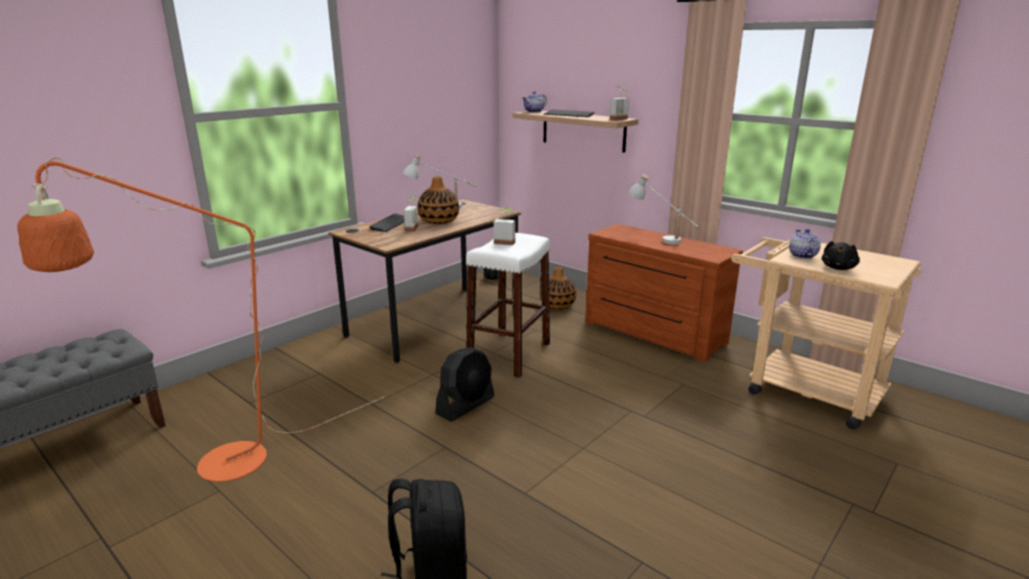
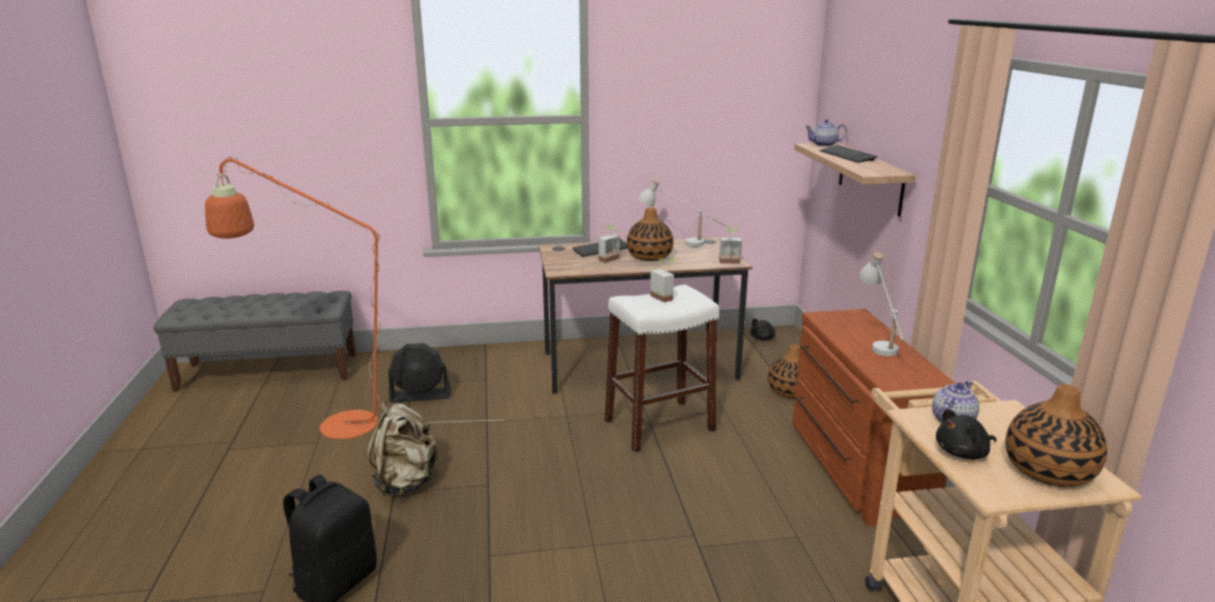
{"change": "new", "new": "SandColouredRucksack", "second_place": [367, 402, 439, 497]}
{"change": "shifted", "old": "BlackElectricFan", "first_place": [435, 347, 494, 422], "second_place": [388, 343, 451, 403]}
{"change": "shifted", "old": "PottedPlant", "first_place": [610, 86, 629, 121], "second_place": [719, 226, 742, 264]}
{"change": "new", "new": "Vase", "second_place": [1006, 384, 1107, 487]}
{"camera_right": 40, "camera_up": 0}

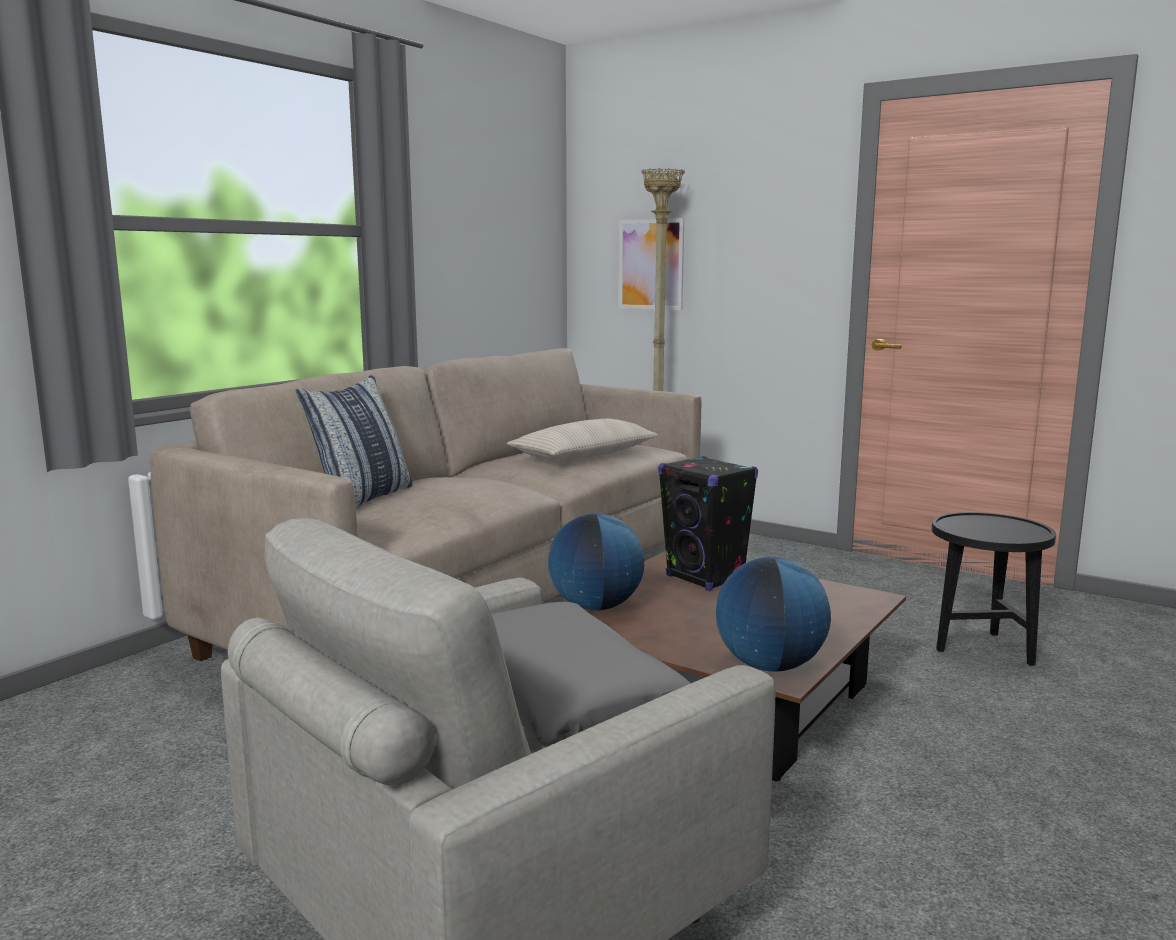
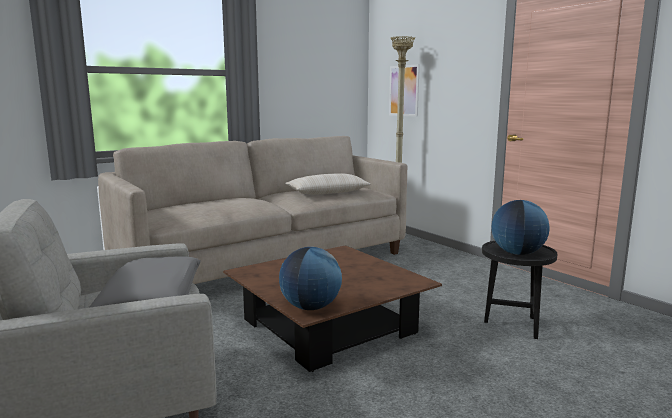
{"change": "shifted", "old": "WorldGlobe", "first_place": [548, 513, 644, 610], "second_place": [491, 200, 549, 255]}
{"change": "gone", "old": "ThrowPillow", "first_place": [296, 375, 413, 508]}
{"change": "gone", "old": "BlackAudioSpeaker", "first_place": [658, 456, 758, 591]}
{"camera_right": 20, "camera_up": 0}

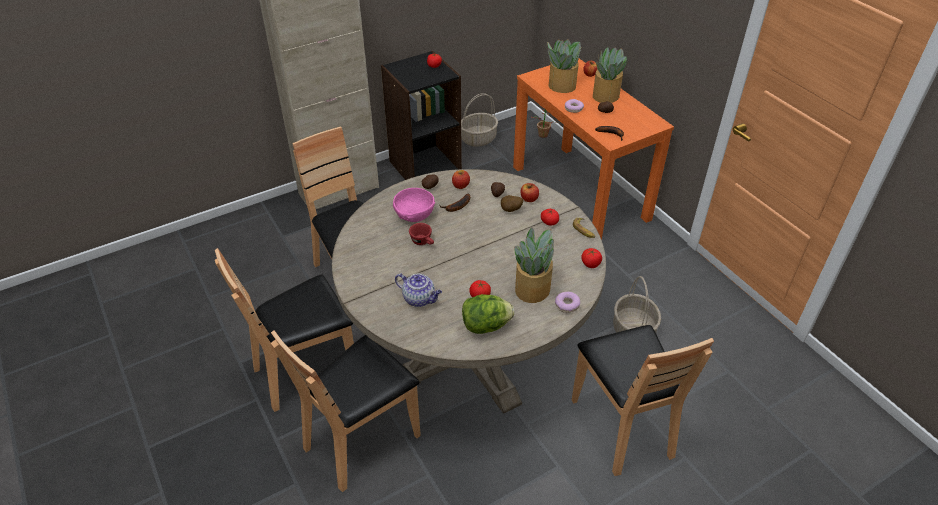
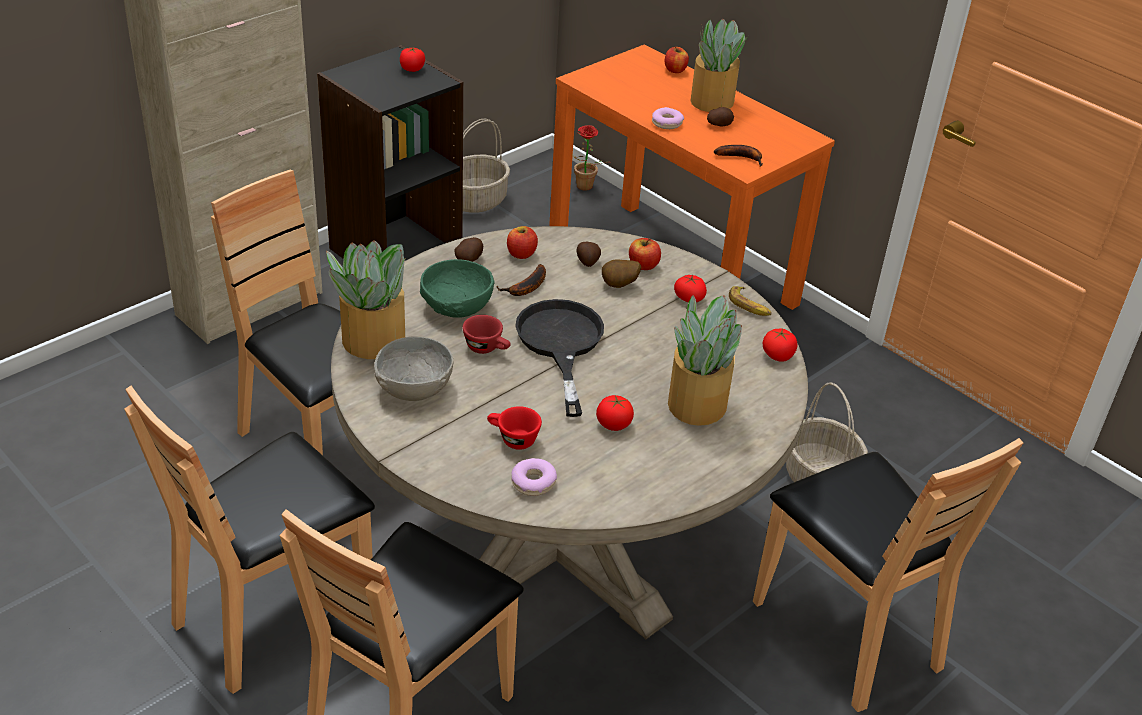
{"change": "shifted", "old": "PottedPlant", "first_place": [547, 39, 581, 93], "second_place": [326, 240, 405, 359]}
{"change": "new", "new": "GreyServingBowl", "second_place": [374, 336, 453, 401]}
{"change": "repainted", "old": "PinkishServingBowl", "new": "GreenColouredServingBowl", "first_place": [393, 188, 435, 222], "second_place": [420, 259, 495, 318]}
{"change": "swapped", "old": "PotForTea", "new": "ReddishDrinkingCup", "first_place": [395, 273, 442, 307], "second_place": [487, 406, 542, 450]}
{"change": "shifted", "old": "Donut", "first_place": [555, 292, 580, 313], "second_place": [511, 458, 557, 496]}
{"change": "new", "new": "BlackSkillet", "second_place": [515, 299, 604, 417]}
{"change": "gone", "old": "LettuceHead", "first_place": [462, 294, 514, 334]}
{"camera_right": -15, "camera_up": -5}

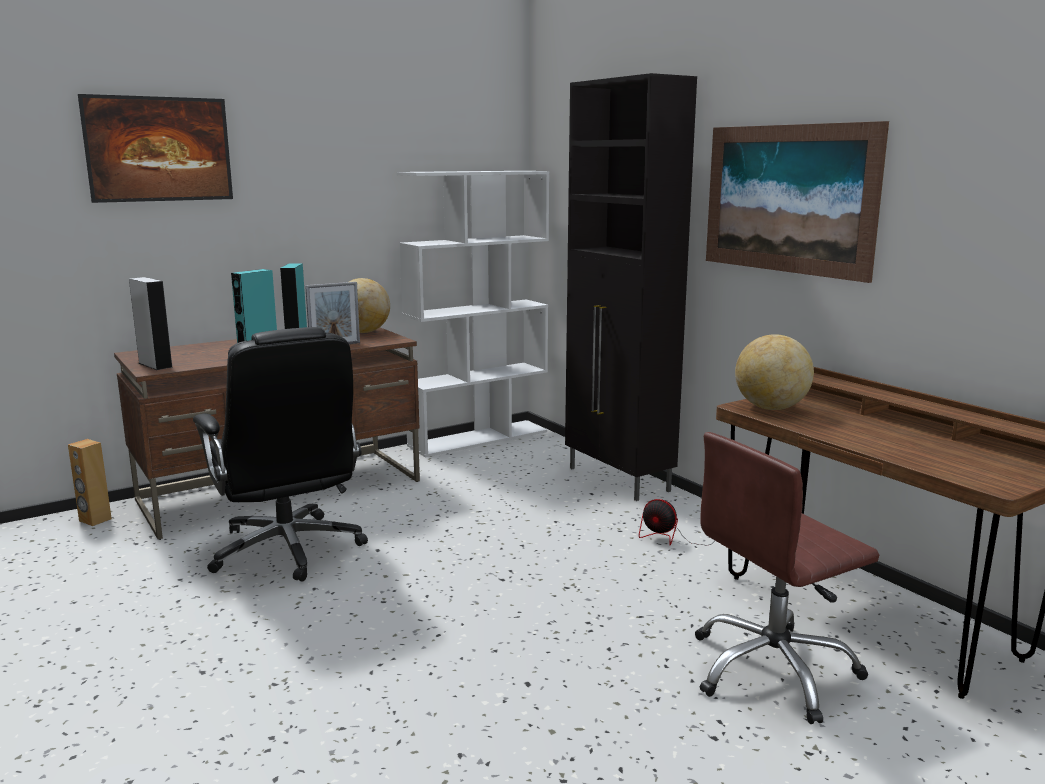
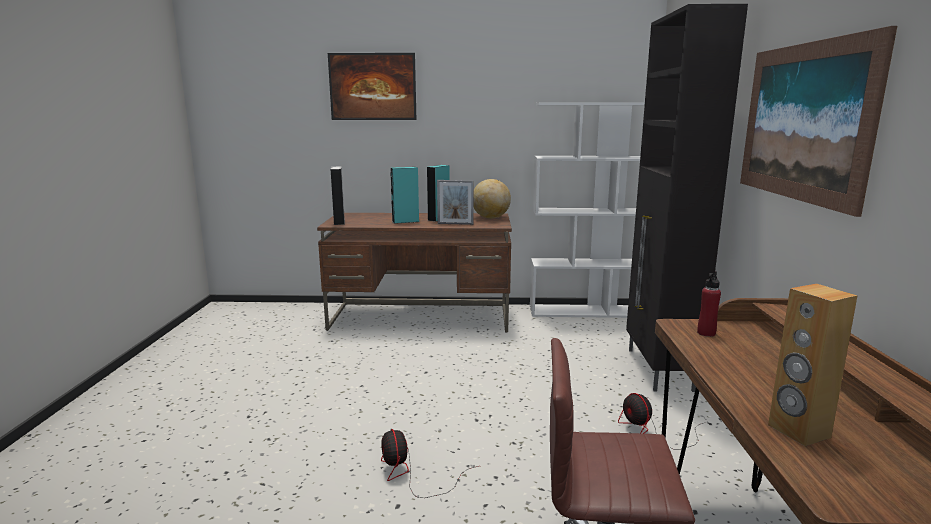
{"change": "new", "new": "ElectricFan", "second_place": [381, 429, 479, 498]}
{"change": "swapped", "old": "WorldGlobe", "new": "ReddishDrinkBottle", "first_place": [735, 334, 814, 410], "second_place": [697, 271, 721, 337]}
{"change": "shifted", "old": "BrownColouredAudioSpeaker", "first_place": [68, 439, 112, 526], "second_place": [768, 284, 858, 446]}
{"change": "gone", "old": "BlackDeskChair", "first_place": [193, 327, 368, 582]}
{"camera_right": 35, "camera_up": 0}

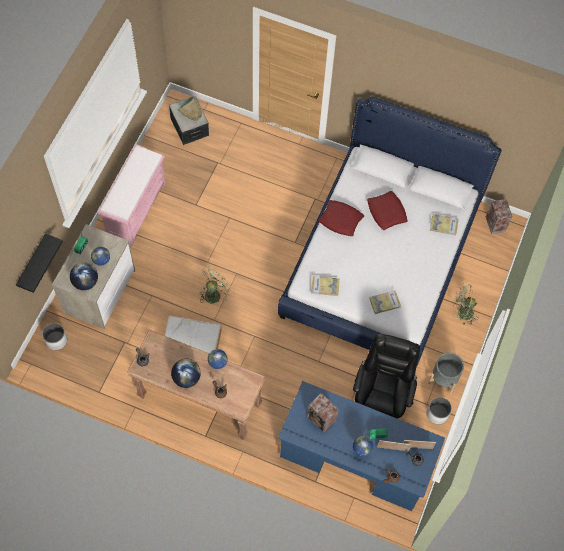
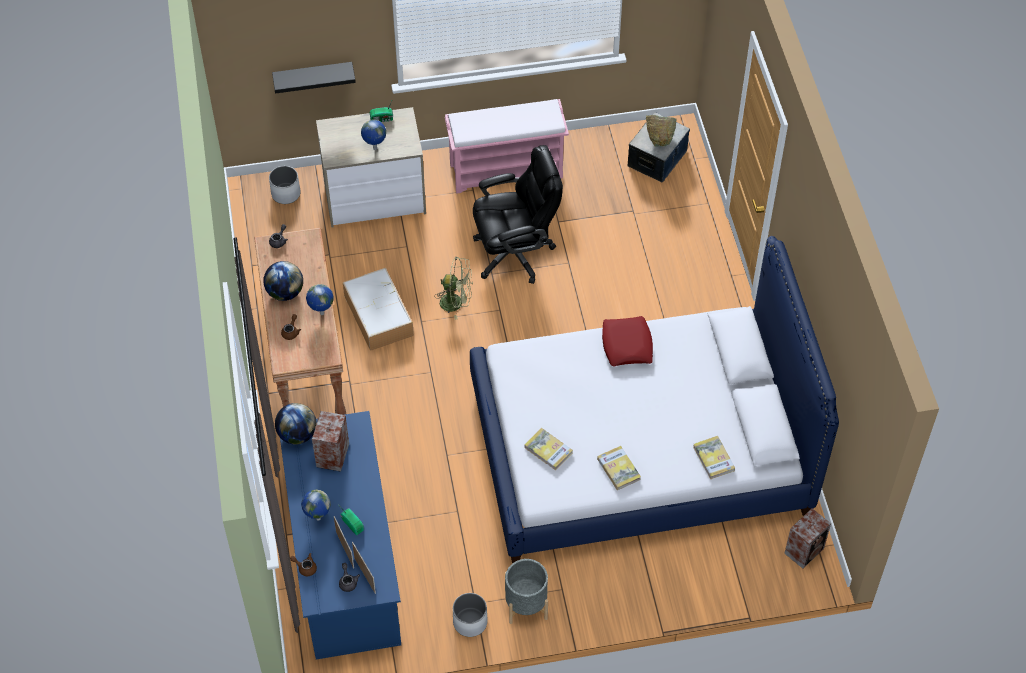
{"change": "shifted", "old": "WorldGlobe", "first_place": [70, 262, 98, 290], "second_place": [275, 403, 317, 445]}
{"change": "shifted", "old": "BlackDeskChair", "first_place": [353, 334, 420, 418], "second_place": [473, 145, 563, 284]}
{"change": "shifted", "old": "Volume", "first_place": [311, 276, 340, 296], "second_place": [597, 446, 641, 490]}
{"change": "gone", "old": "ReddishThrowPillow", "first_place": [367, 191, 407, 230]}
{"change": "gone", "old": "GreenColouredElectricFan", "first_place": [453, 283, 478, 325]}
{"camera_right": 60, "camera_up": -10}

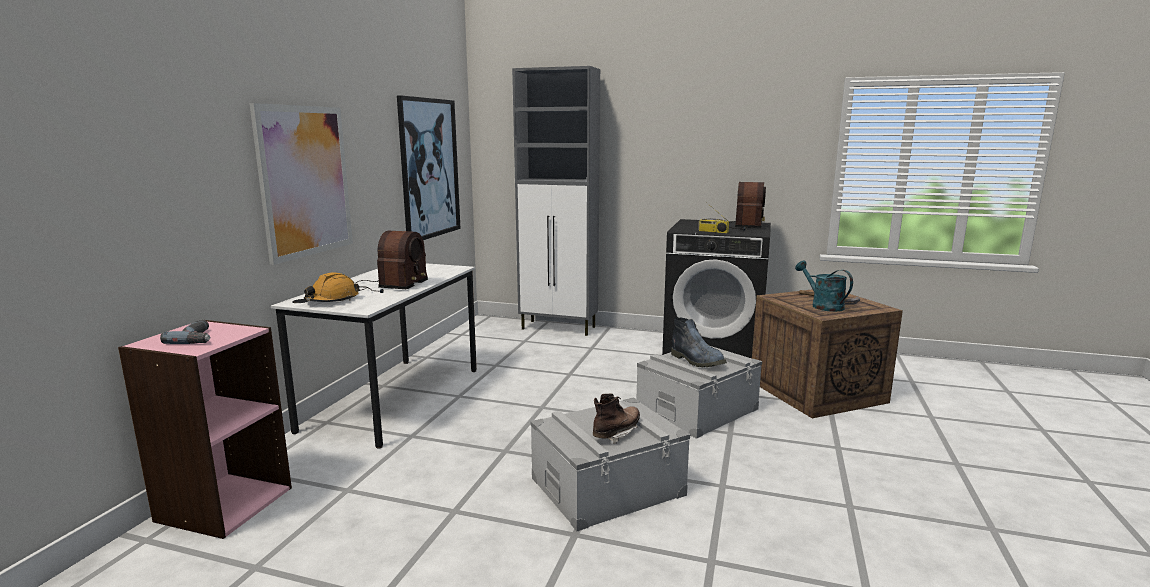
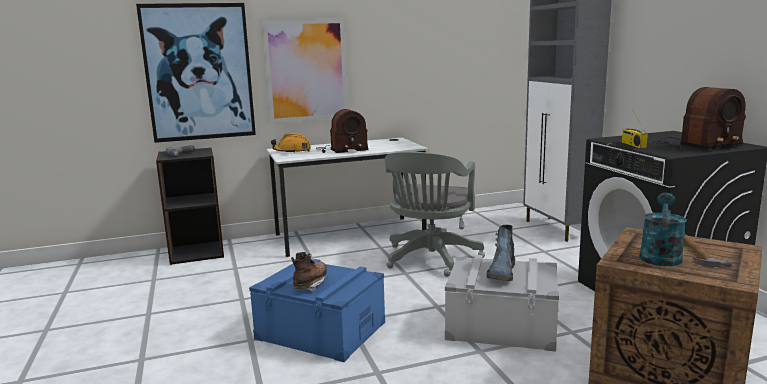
{"change": "shifted", "old": "WallArt", "first_place": [397, 95, 461, 240], "second_place": [136, 3, 256, 143]}
{"change": "repainted", "old": "PinkishBookcase", "new": "BlackBookcase", "first_place": [118, 320, 292, 539], "second_place": [156, 147, 224, 265]}
{"change": "repainted", "old": "GreyStorageBin", "new": "BlueStorageBin", "first_place": [530, 397, 690, 531], "second_place": [249, 259, 385, 362]}
{"change": "rotated", "old": "BrownColouredBoot", "first_place": [593, 394, 640, 444], "second_place": [291, 252, 327, 292], "degrees": -75}
{"change": "new", "new": "GreyDeskChair", "second_place": [385, 152, 485, 277]}
{"camera_right": 55, "camera_up": 0}

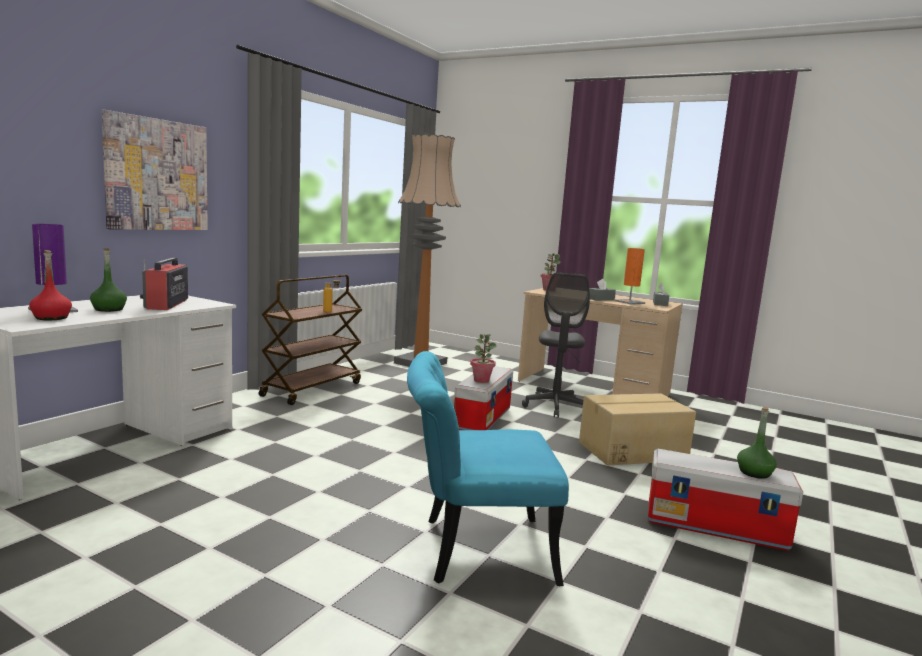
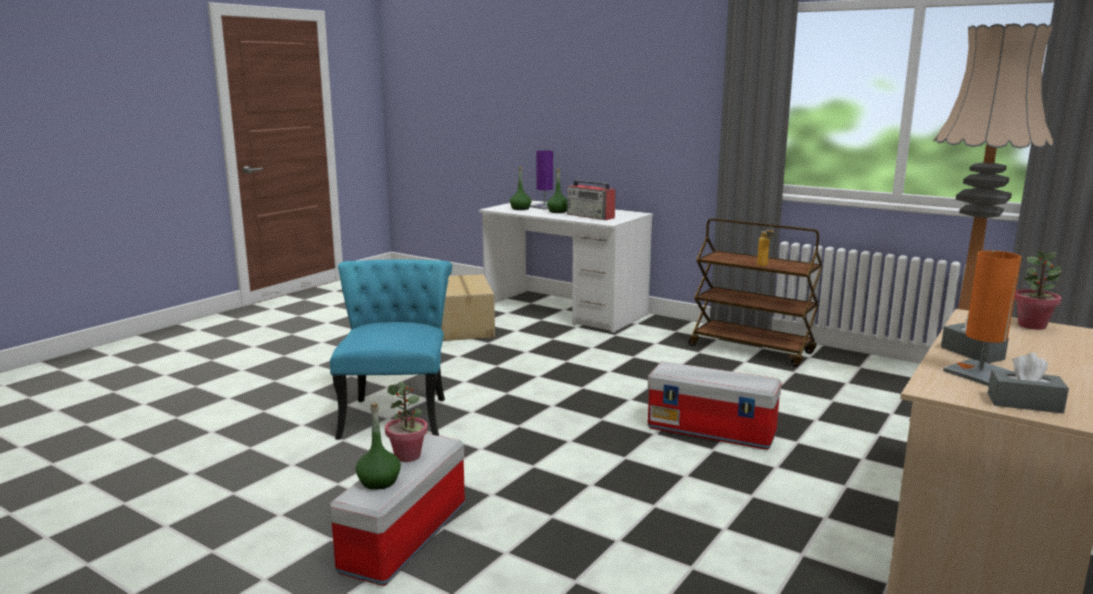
{"change": "shifted", "old": "PottedPlant", "first_place": [470, 334, 497, 383], "second_place": [385, 382, 428, 462]}
{"change": "shifted", "old": "PackingBox", "first_place": [579, 393, 696, 465], "second_place": [441, 274, 495, 341]}
{"change": "repainted", "old": "ReddishDrinkBottle", "new": "GreenColouredDrinkBottle", "first_place": [29, 250, 72, 320], "second_place": [510, 167, 532, 210]}
{"change": "rotated", "old": "Radio", "first_place": [140, 258, 188, 310], "second_place": [567, 180, 616, 220], "degrees": -135}
{"change": "gone", "old": "WallArt", "first_place": [101, 110, 208, 230]}
{"change": "gone", "old": "GreyDeskChair", "first_place": [522, 272, 590, 418]}
{"camera_right": 95, "camera_up": 5}

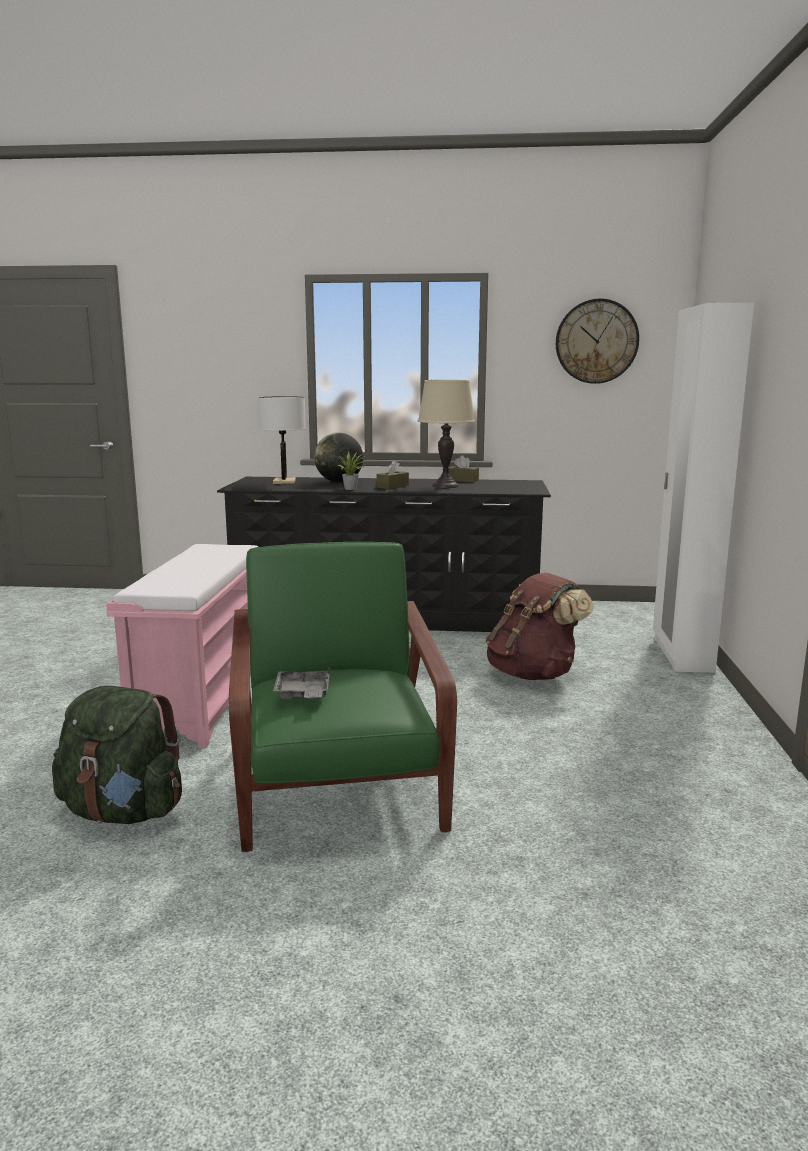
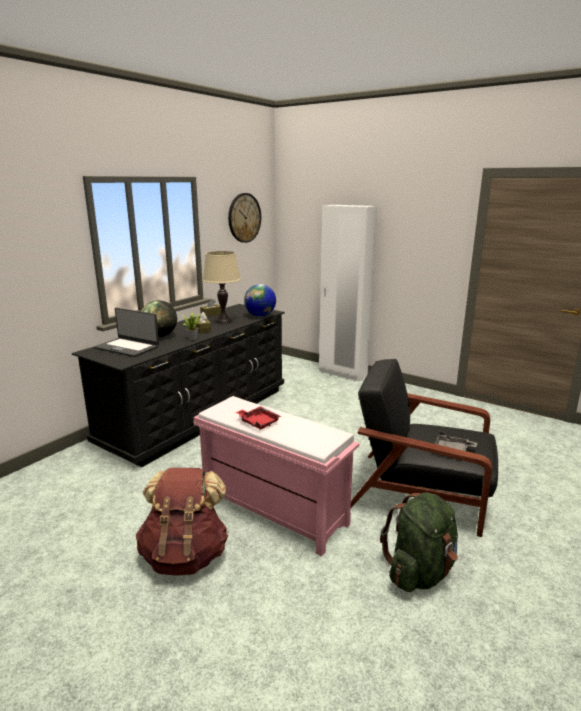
{"change": "swapped", "old": "WhiteLampForATable", "new": "Laptop", "first_place": [258, 396, 306, 484], "second_place": [94, 308, 159, 357]}
{"change": "shifted", "old": "BrownColouredRucksack", "first_place": [486, 573, 594, 680], "second_place": [136, 468, 229, 576]}
{"change": "new", "new": "ReddishTray", "second_place": [235, 406, 281, 430]}
{"change": "new", "new": "WorldGlobe", "second_place": [244, 284, 276, 317]}
{"change": "repainted", "old": "GreenColouredArmchair", "new": "BlackArmchair", "first_place": [229, 542, 457, 852], "second_place": [351, 359, 498, 537]}
{"camera_right": -60, "camera_up": 5}

